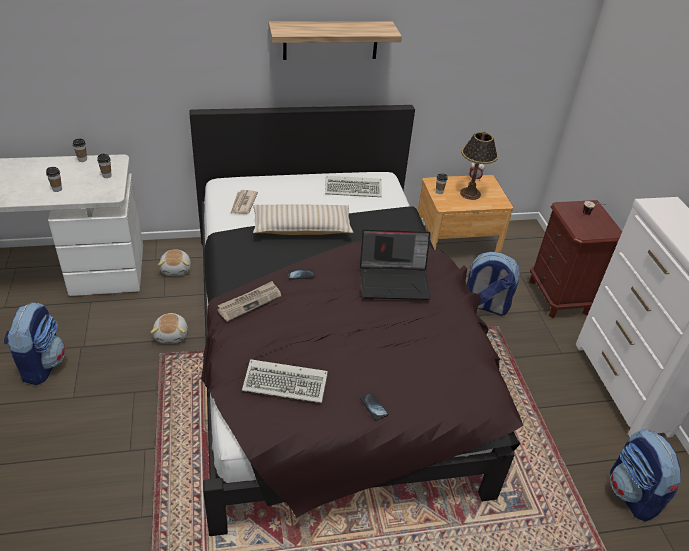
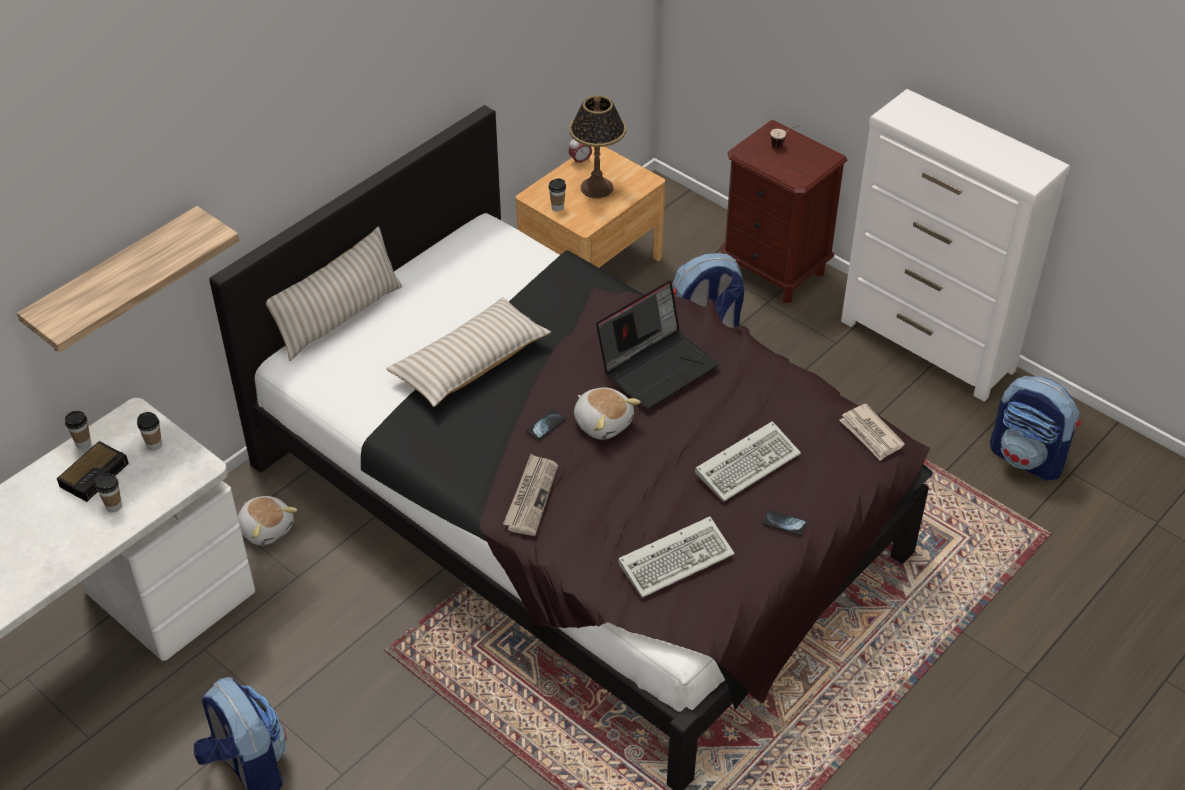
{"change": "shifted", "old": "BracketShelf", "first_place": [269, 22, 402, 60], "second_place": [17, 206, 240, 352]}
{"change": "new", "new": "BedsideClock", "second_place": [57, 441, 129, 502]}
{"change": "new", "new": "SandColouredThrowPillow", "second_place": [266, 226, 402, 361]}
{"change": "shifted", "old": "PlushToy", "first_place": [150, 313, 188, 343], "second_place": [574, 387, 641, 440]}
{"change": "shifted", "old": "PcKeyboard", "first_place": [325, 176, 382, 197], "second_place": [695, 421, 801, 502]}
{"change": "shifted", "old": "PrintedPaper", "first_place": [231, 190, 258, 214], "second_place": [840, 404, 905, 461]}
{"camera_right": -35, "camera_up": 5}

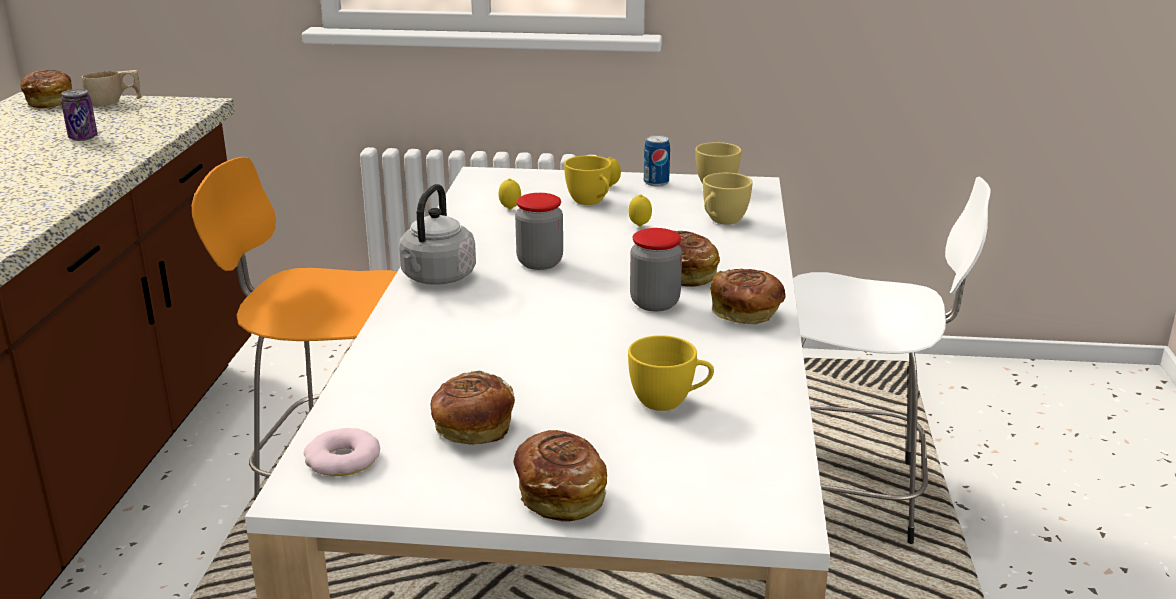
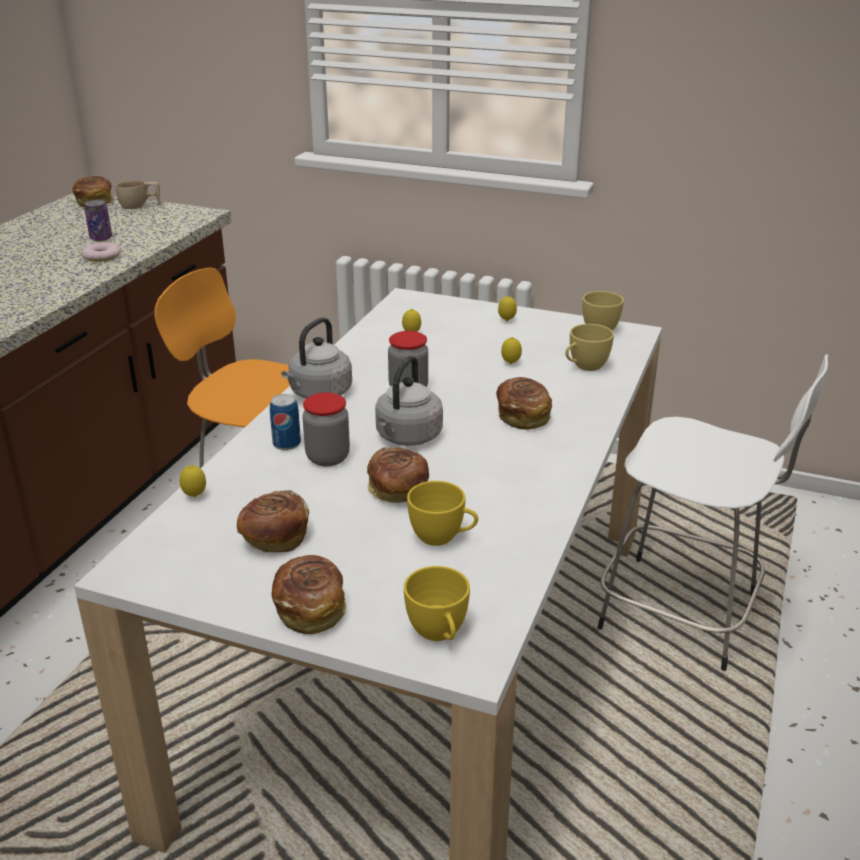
{"change": "shifted", "old": "Donut", "first_place": [304, 428, 380, 476], "second_place": [81, 242, 121, 262]}
{"change": "new", "new": "Lemon", "second_place": [180, 465, 206, 497]}
{"change": "shifted", "old": "MetalCan", "first_place": [644, 135, 670, 187], "second_place": [270, 394, 301, 450]}
{"change": "shifted", "old": "PreserveJar", "first_place": [630, 228, 682, 311], "second_place": [302, 392, 350, 467]}
{"change": "shifted", "old": "BakedBread", "first_place": [710, 268, 786, 324], "second_place": [367, 447, 429, 503]}
{"change": "new", "new": "GreyWaterKettle", "second_place": [375, 355, 443, 446]}
{"change": "shifted", "old": "YellowishDrinkingCup", "first_place": [564, 156, 611, 205], "second_place": [404, 566, 470, 641]}
{"camera_right": 15, "camera_up": 5}

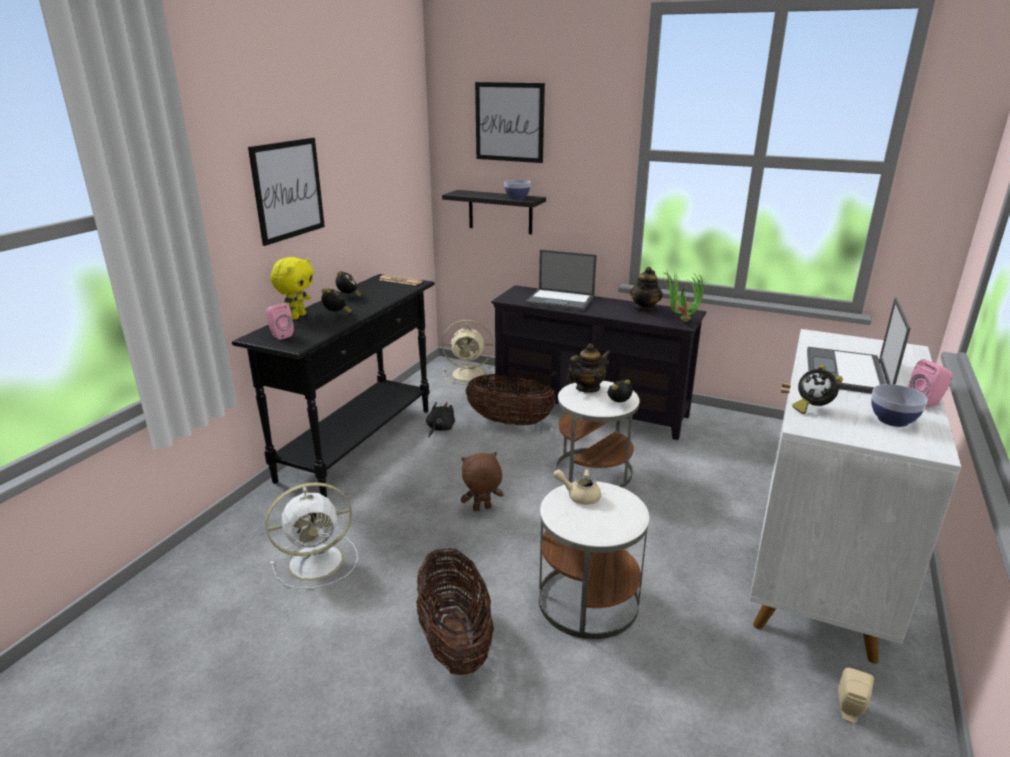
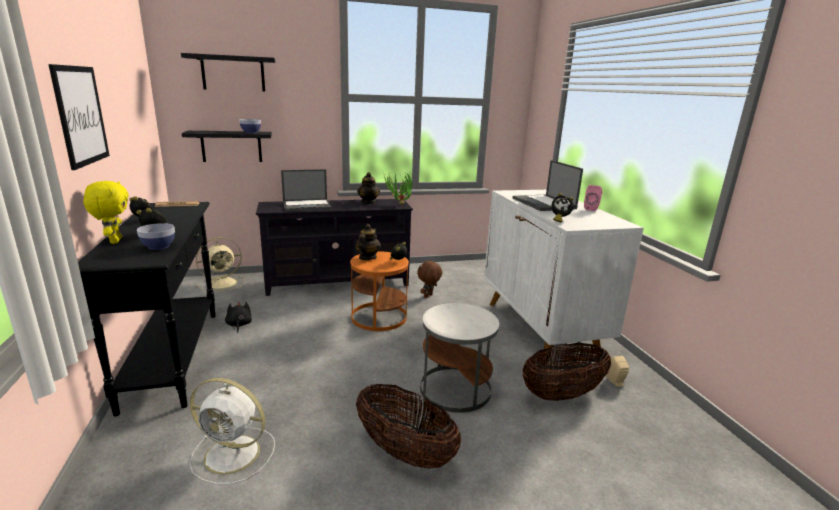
{"change": "shifted", "old": "ServingBowl", "first_place": [871, 384, 928, 427], "second_place": [137, 223, 175, 250]}
{"change": "swapped", "old": "WallArt", "new": "BlackBracketShelf", "first_place": [475, 82, 545, 163], "second_place": [181, 53, 275, 92]}
{"change": "rotated", "old": "WhiteElectricFan", "first_place": [266, 482, 358, 589], "second_place": [189, 378, 275, 484], "degrees": 75}
{"change": "repainted", "old": "WhiteEndTable", "new": "OrangeEndTable", "first_place": [556, 381, 640, 488], "second_place": [350, 251, 409, 331]}
{"change": "shifted", "old": "BrownColouredPlushToy", "first_place": [461, 452, 503, 511], "second_place": [417, 260, 442, 298]}
{"change": "shifted", "old": "Basket", "first_place": [465, 374, 556, 425], "second_place": [523, 343, 611, 401]}
{"change": "gone", "old": "PinkishAudioSpeaker", "first_place": [266, 303, 294, 340]}
{"change": "gone", "old": "SandColouredPotForTea", "first_place": [553, 469, 601, 505]}
{"camera_right": -40, "camera_up": -5}

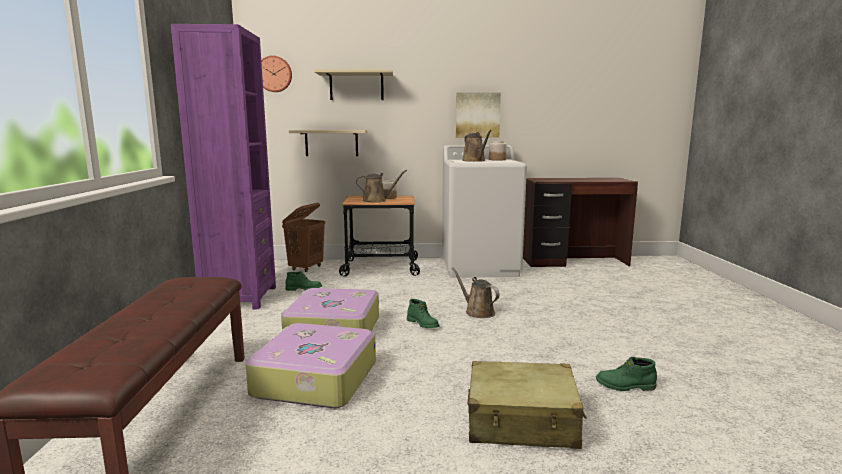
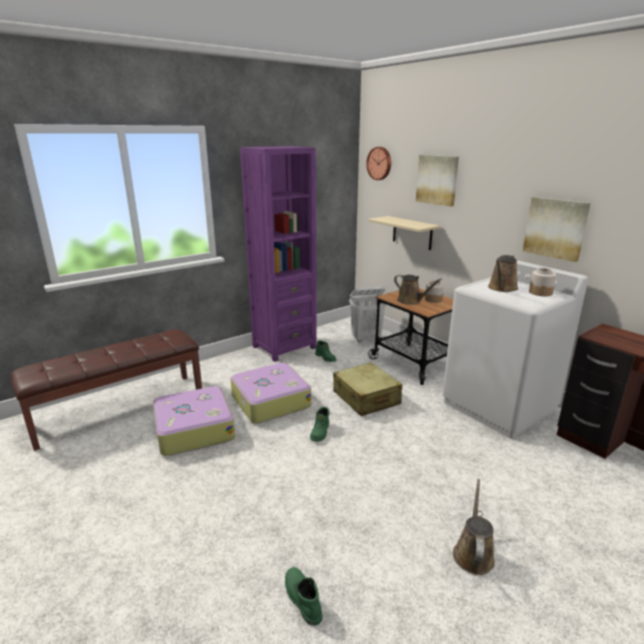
{"change": "shifted", "old": "SandColouredPieceOfLuggage", "first_place": [467, 361, 587, 449], "second_place": [333, 362, 402, 416]}
{"change": "repainted", "old": "BrownColouredLaundryBasket", "new": "WhiteLaundryBasket", "first_place": [282, 203, 325, 272], "second_place": [349, 287, 386, 343]}
{"change": "swapped", "old": "SandColouredBracketShelf", "new": "WallArt", "first_place": [314, 69, 393, 100], "second_place": [416, 155, 459, 207]}
{"change": "shifted", "old": "BrownColouredWateringCan", "first_place": [452, 268, 500, 318], "second_place": [453, 479, 495, 575]}
{"camera_right": 55, "camera_up": 10}

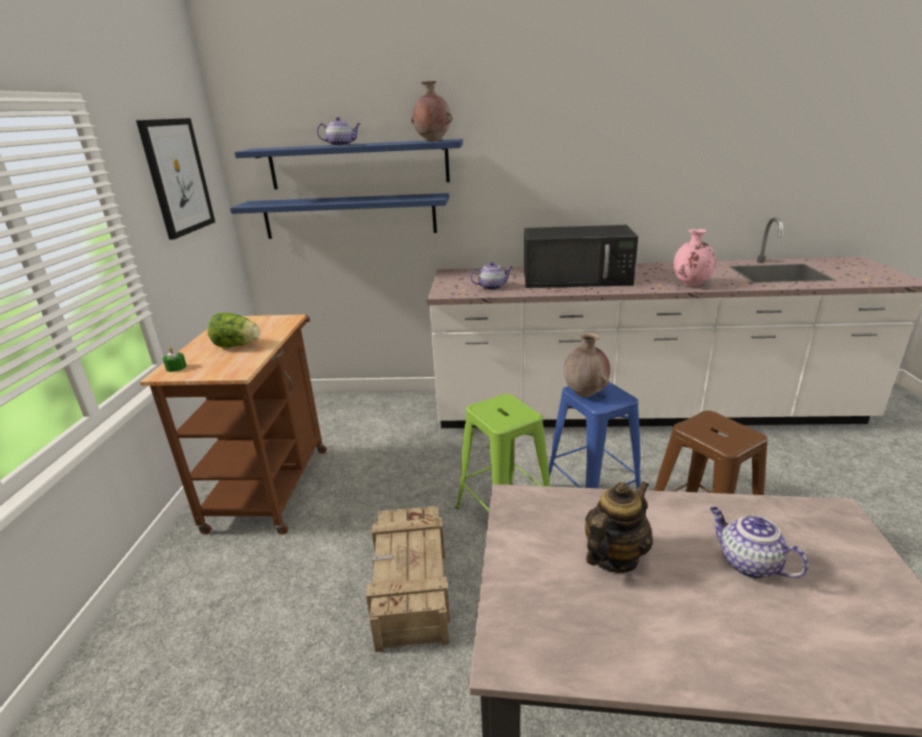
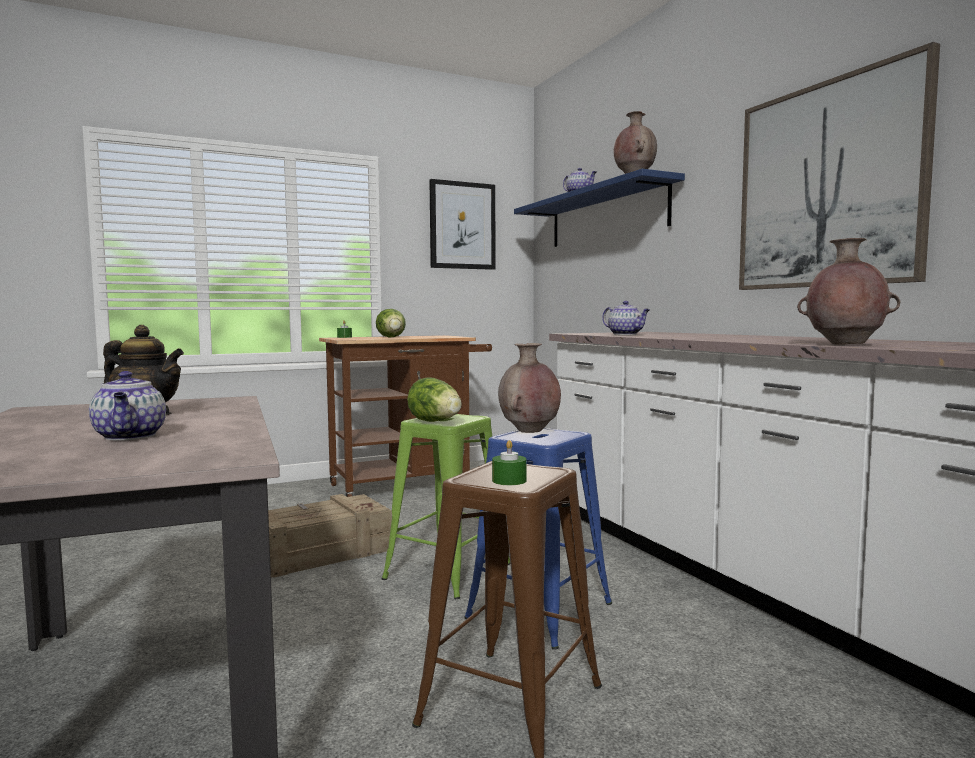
{"change": "rotated", "old": "PotForTea", "first_place": [710, 507, 809, 579], "second_place": [89, 371, 166, 441], "degrees": 135}
{"change": "new", "new": "LettuceHead", "second_place": [407, 377, 462, 422]}
{"change": "new", "new": "GreenColouredWaxLight", "second_place": [492, 440, 527, 485]}
{"change": "new", "new": "WallArt", "second_place": [739, 42, 940, 290]}
{"change": "repainted", "old": "PinkishVase", "new": "BrownColouredVase", "first_place": [674, 229, 716, 287], "second_place": [797, 238, 901, 345]}
{"change": "gone", "old": "BlueBracketShelf", "first_place": [230, 193, 449, 239]}
{"change": "gone", "old": "BlackMicrowaveOven", "first_place": [524, 225, 638, 288]}
{"camera_right": 60, "camera_up": -20}

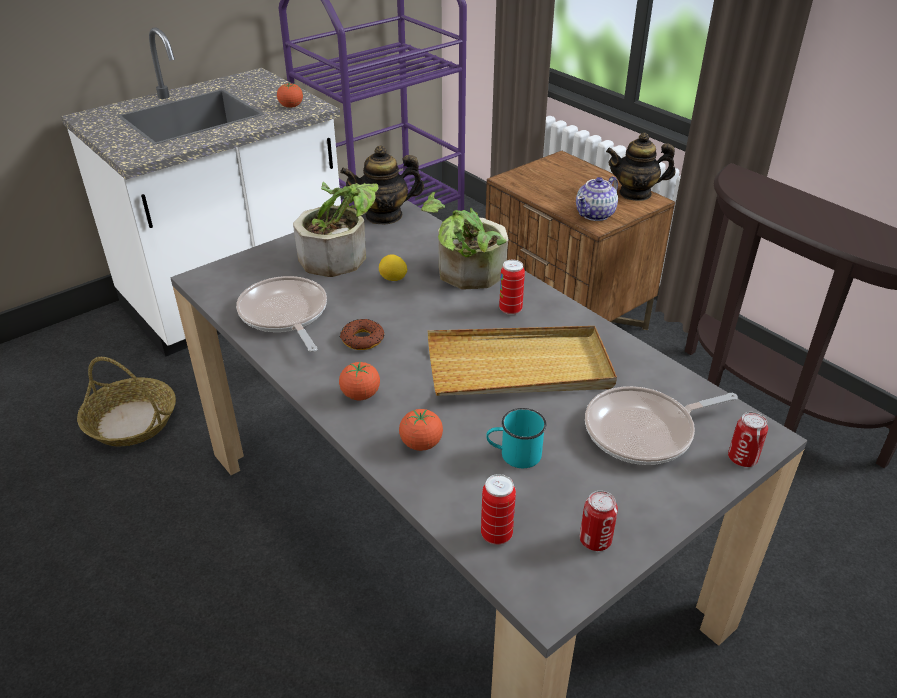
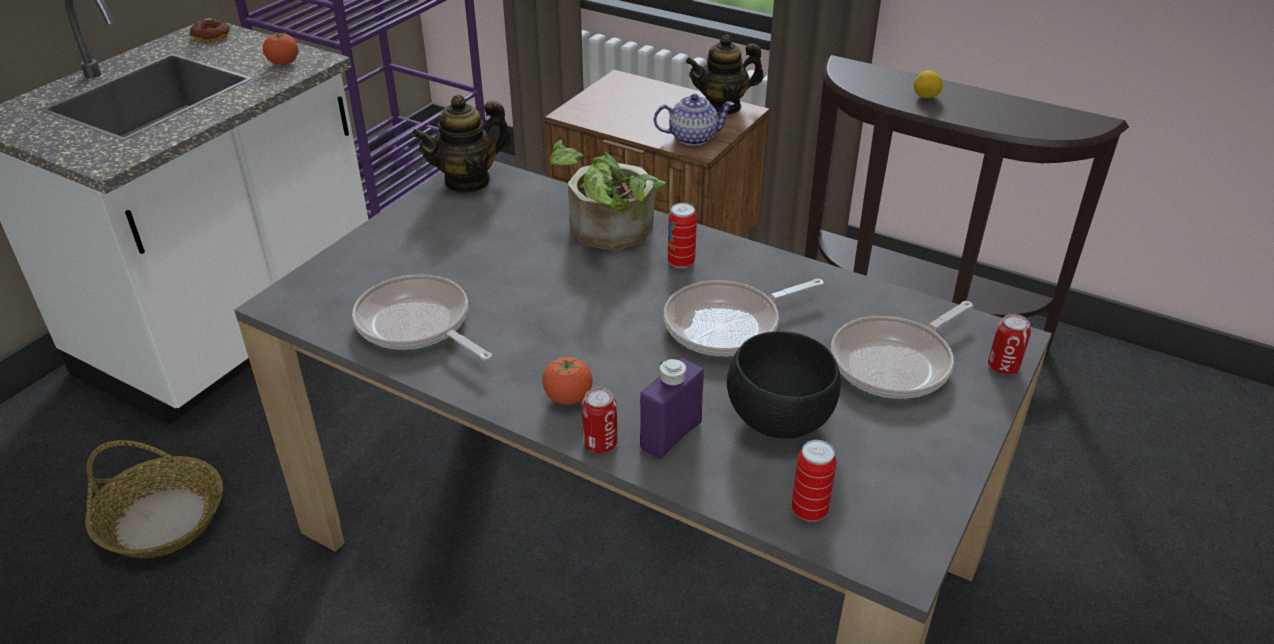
{"change": "shifted", "old": "Donut", "first_place": [340, 319, 384, 350], "second_place": [190, 20, 230, 41]}
{"change": "shifted", "old": "MetalCan", "first_place": [580, 491, 618, 551], "second_place": [582, 388, 617, 453]}
{"change": "swapped", "old": "WholeTomato", "new": "PurplishDrinkBottle", "first_place": [399, 409, 443, 451], "second_place": [640, 358, 704, 459]}
{"change": "rotated", "old": "PotForTea", "first_place": [576, 176, 618, 221], "second_place": [654, 94, 734, 146], "degrees": -120}
{"change": "swapped", "old": "SandColouredTray", "new": "Skillet", "first_place": [428, 326, 617, 396], "second_place": [664, 279, 824, 356]}
{"change": "swapped", "old": "TurquoiseColouredMug", "new": "BlackServingBowl", "first_place": [486, 408, 547, 468], "second_place": [727, 331, 841, 438]}
{"change": "shifted", "old": "Lemon", "first_place": [379, 254, 407, 281], "second_place": [914, 70, 943, 98]}
{"change": "gone", "old": "PottedPlant", "first_place": [293, 182, 378, 277]}
{"camera_right": -20, "camera_up": 0}

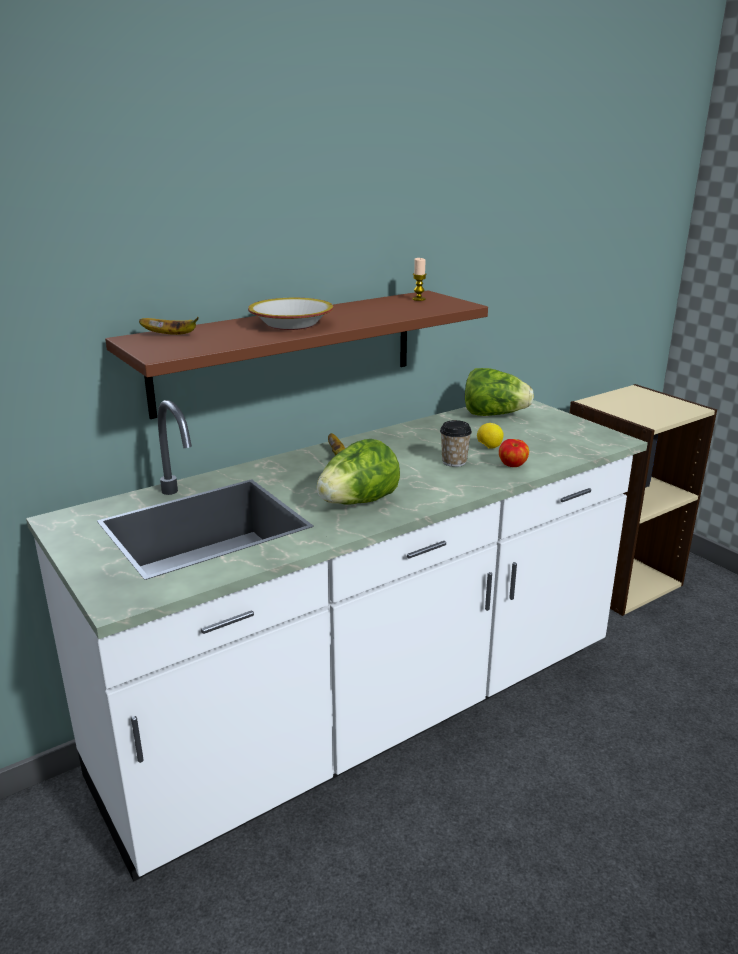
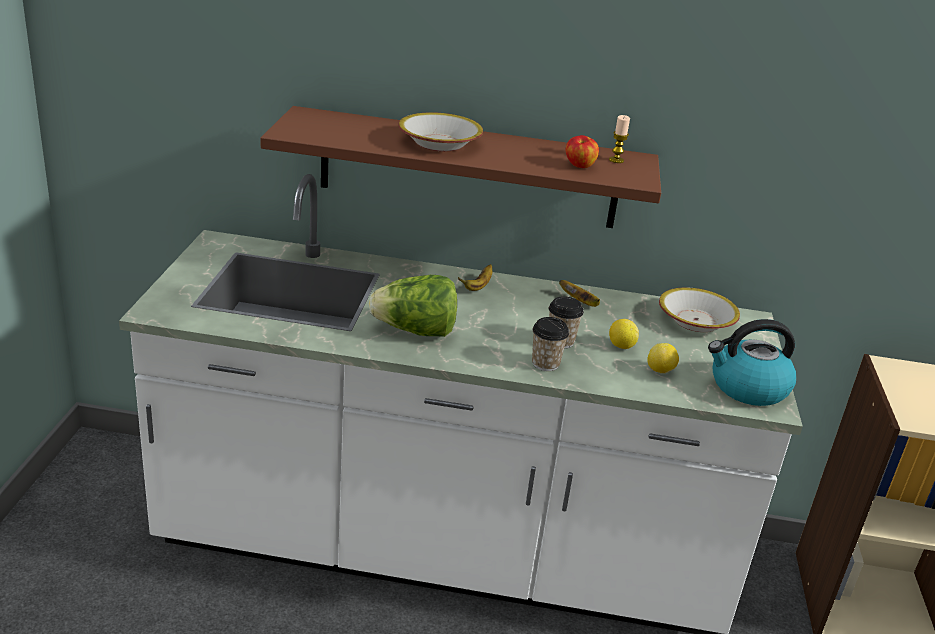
{"change": "new", "new": "DrinkingCup", "second_place": [532, 317, 569, 371]}
{"change": "shifted", "old": "WholeBanana", "first_place": [139, 317, 199, 335], "second_place": [559, 280, 600, 307]}
{"change": "shifted", "old": "WholeApple", "first_place": [499, 439, 529, 467], "second_place": [566, 135, 599, 168]}
{"change": "new", "new": "Lemon", "second_place": [647, 343, 679, 373]}
{"change": "swapped", "old": "LettuceHead", "new": "ServingBowl", "first_place": [465, 368, 534, 416], "second_place": [659, 288, 740, 332]}
{"change": "new", "new": "WaterKettle", "second_place": [708, 319, 796, 406]}
{"camera_right": 40, "camera_up": 5}

